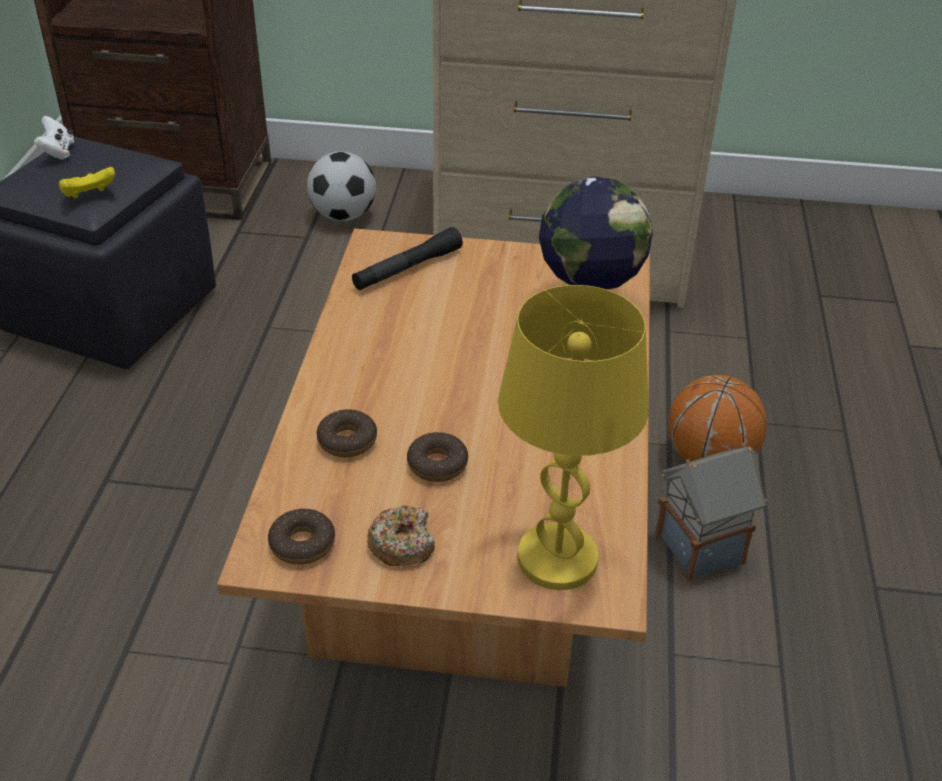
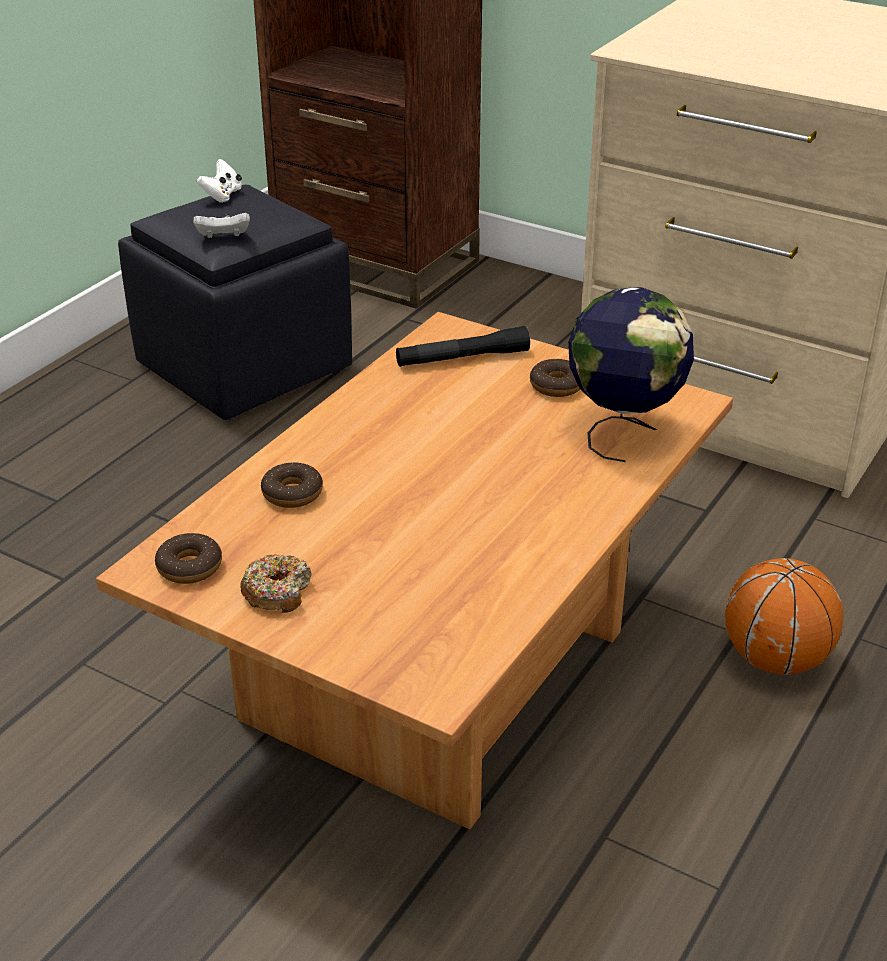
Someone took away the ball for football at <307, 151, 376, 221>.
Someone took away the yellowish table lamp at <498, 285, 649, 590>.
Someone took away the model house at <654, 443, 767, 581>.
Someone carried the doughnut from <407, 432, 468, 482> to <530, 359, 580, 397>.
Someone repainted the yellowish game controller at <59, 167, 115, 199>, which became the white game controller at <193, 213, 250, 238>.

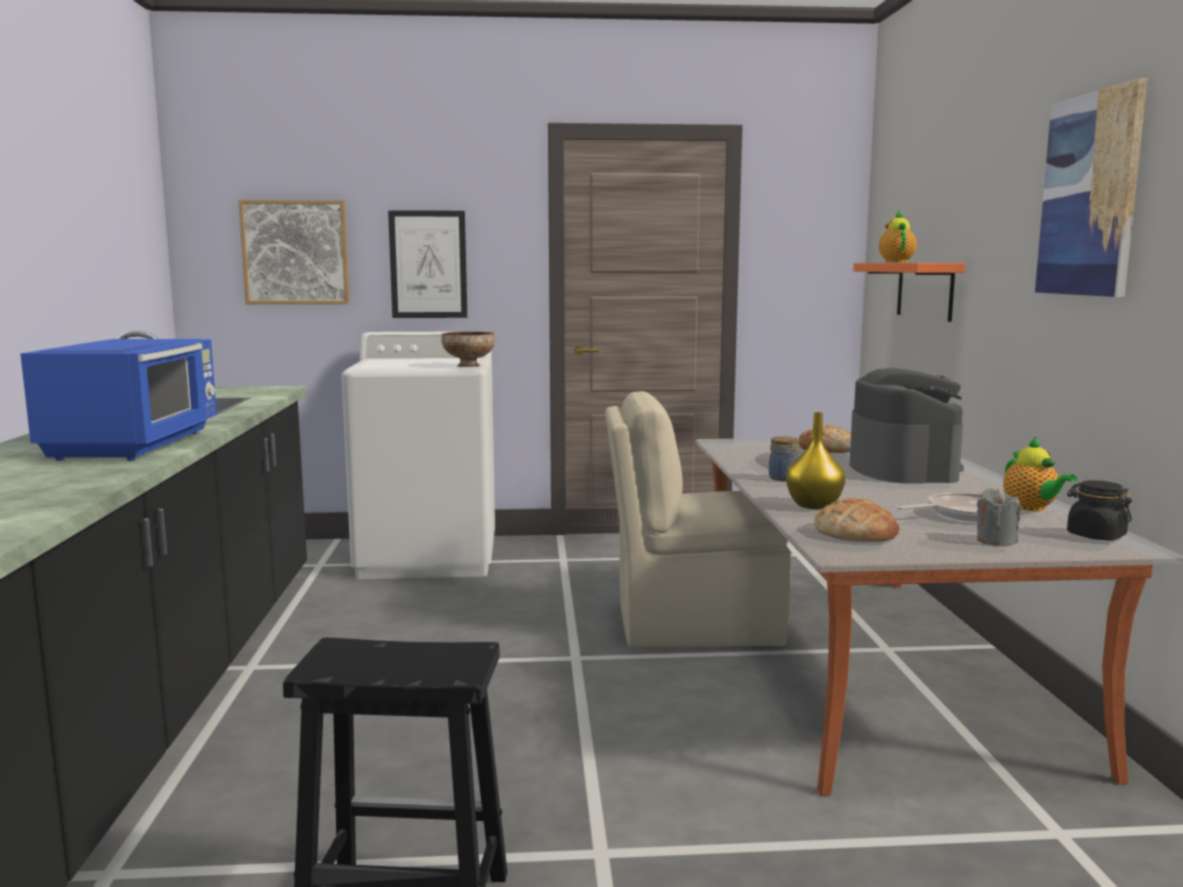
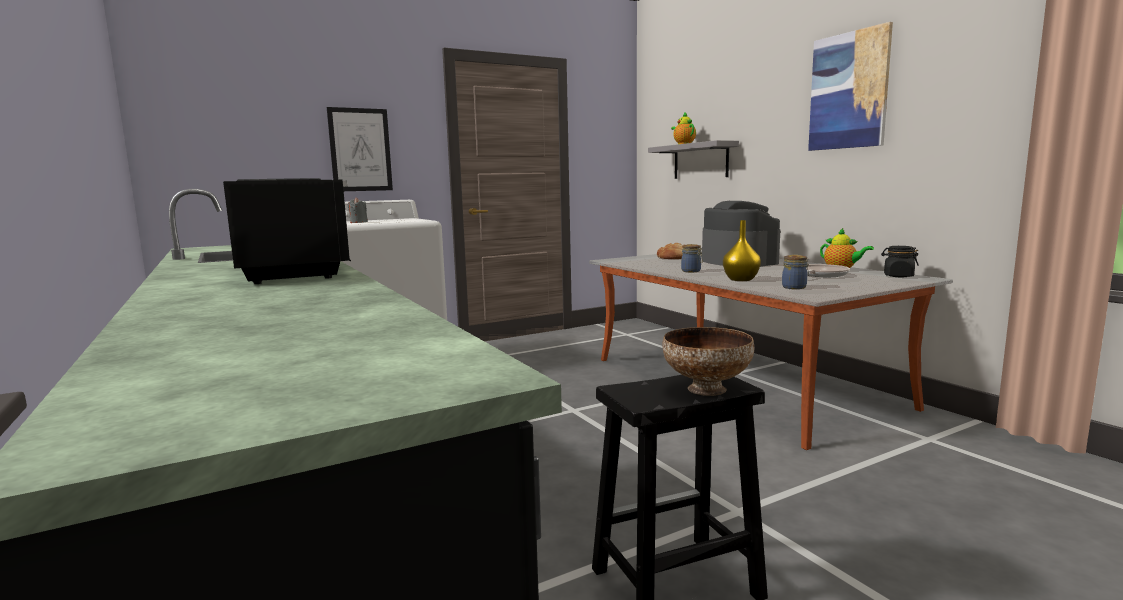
Someone took away the wall picture at <238, 200, 350, 304>.
Someone took away the sand-coloured chair at <605, 391, 791, 647>.
Someone carried the serving bowl from <441, 331, 495, 367> to <662, 327, 754, 396>.
Someone carried the grey wax candle from <977, 488, 1020, 546> to <348, 197, 368, 223>.
Someone swapped the baked bread at <814, 498, 899, 542> for the jar at <782, 255, 809, 289>.
Someone repainted the blue-coloured microwave oven at <20, 339, 217, 461>, which became the black microwave oven at <223, 178, 351, 284>.
Someone repainted the orangey bracket shelf at <853, 263, 965, 322>, which became the grey bracket shelf at <648, 140, 739, 179>.

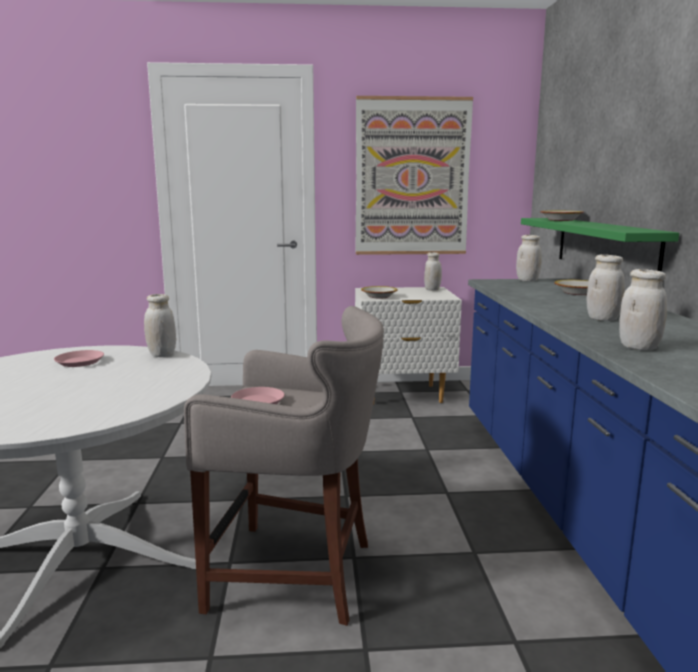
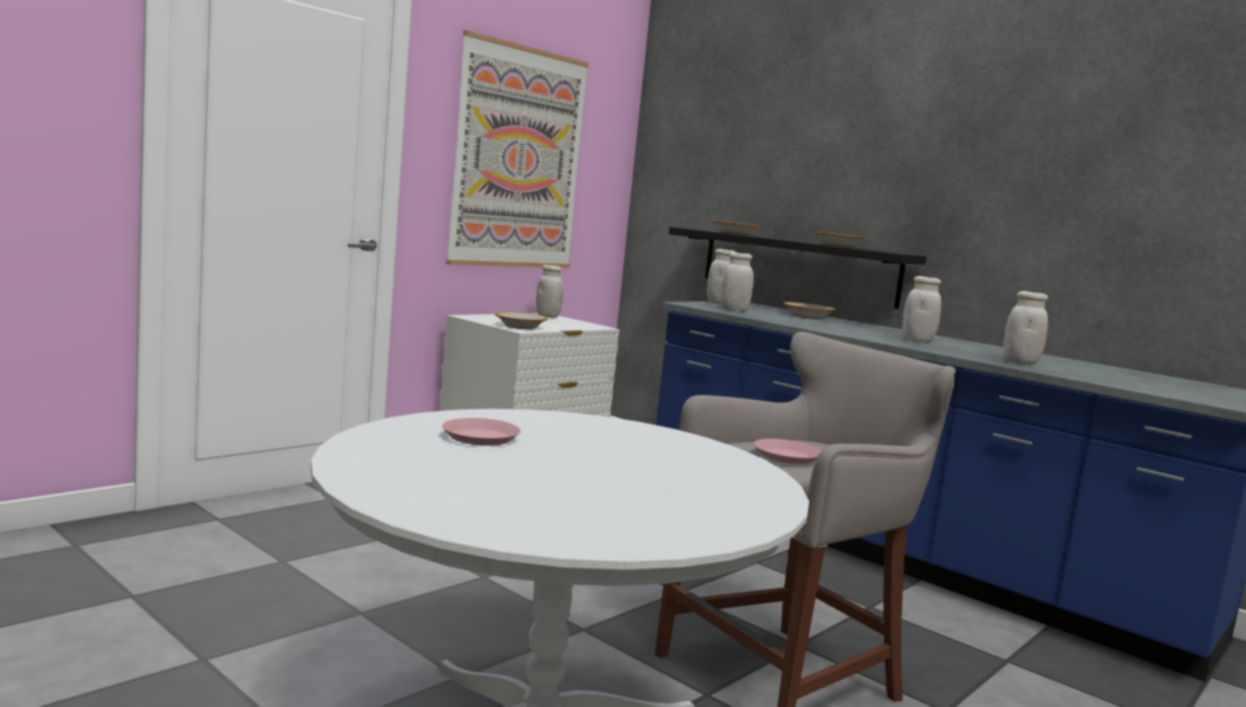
Someone put down the serving bowl at <814, 232, 867, 247>.
Someone carried the white jar from <144, 294, 176, 357> to <721, 252, 754, 311>.
Someone repainted the green-coloured bracket shelf at <521, 218, 679, 272>, which became the black bracket shelf at <669, 227, 927, 309>.

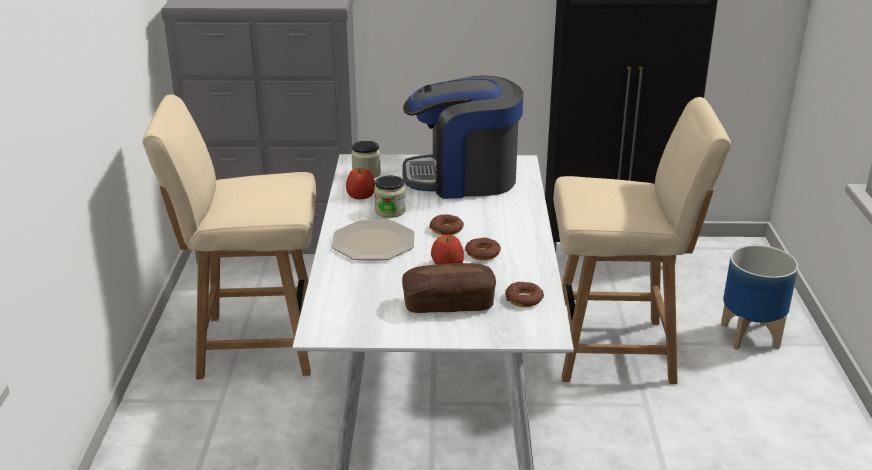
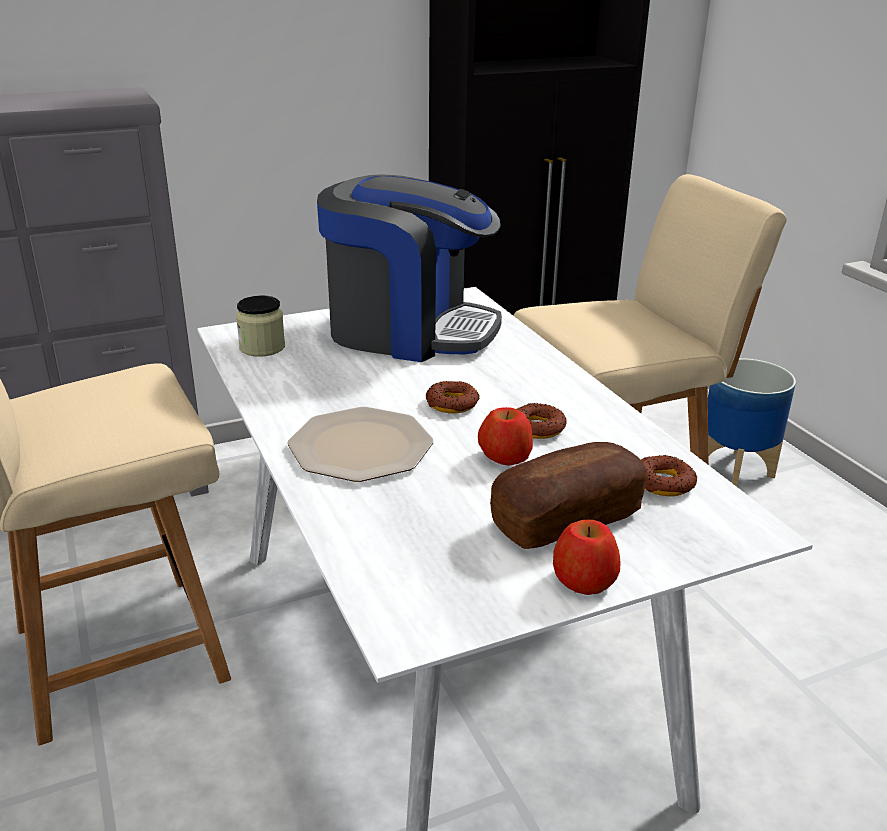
Someone took away the jar at <374, 176, 406, 218>.
Someone carried the apple from <346, 168, 375, 199> to <553, 520, 620, 595>.
Someone rotated the coffee brewer at <402, 76, 523, 199> by 135 degrees counterclockwise.

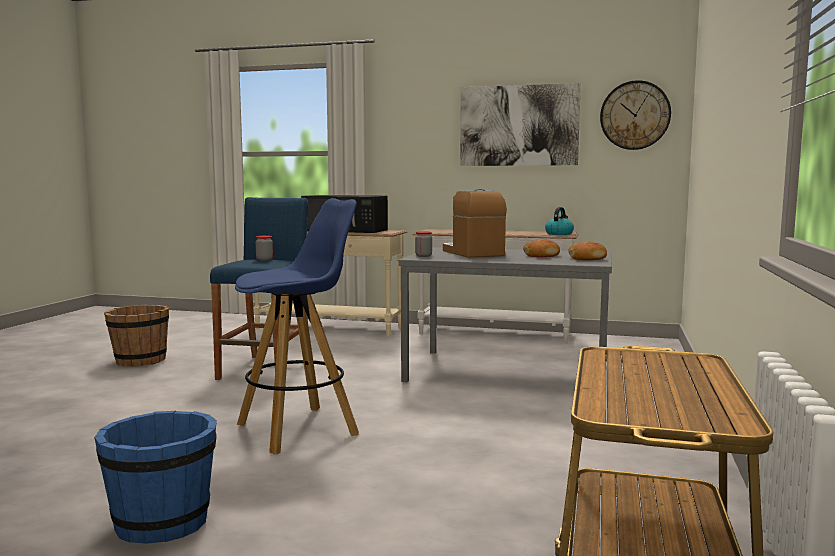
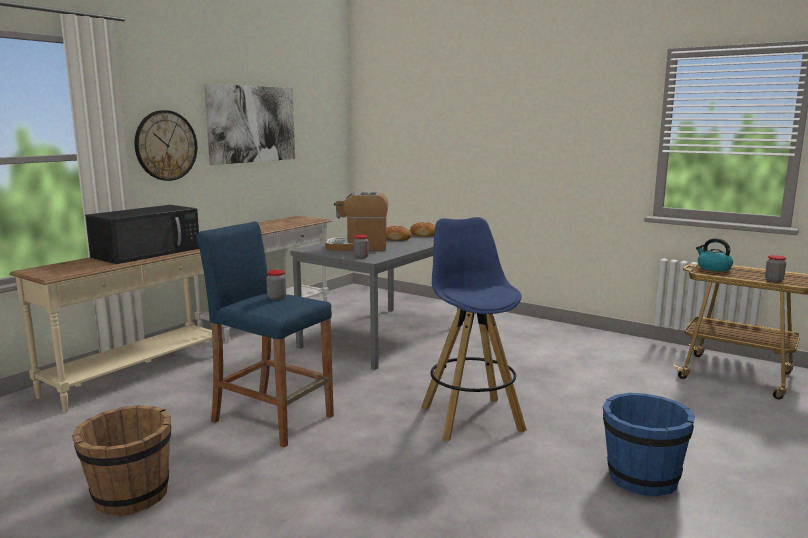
Someone put down the jar at <765, 255, 786, 282>.
Someone carried the tea kettle from <545, 207, 574, 235> to <696, 238, 733, 271>.
Someone carried the hanging clock from <600, 80, 671, 150> to <134, 110, 197, 181>.

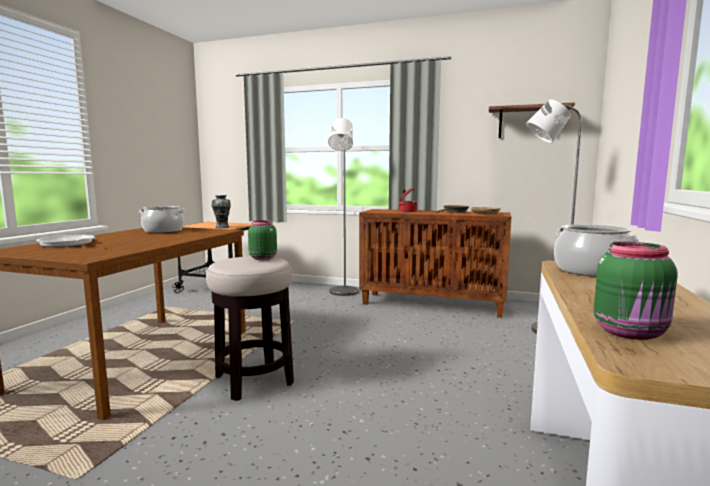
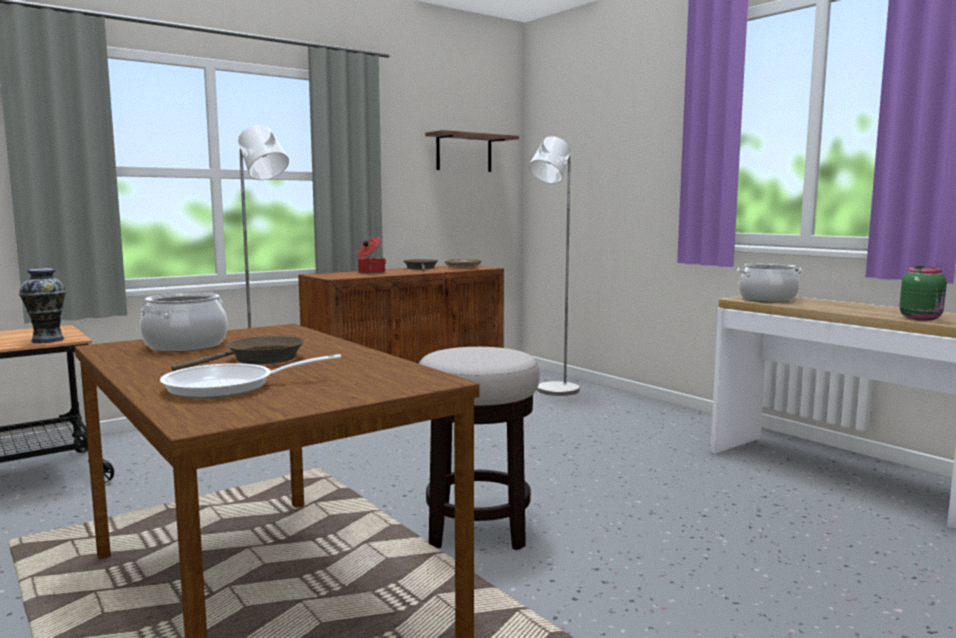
Someone took away the green-coloured jar at <248, 220, 277, 260>.
Someone put down the brown-coloured frying pan at <171, 336, 304, 371>.

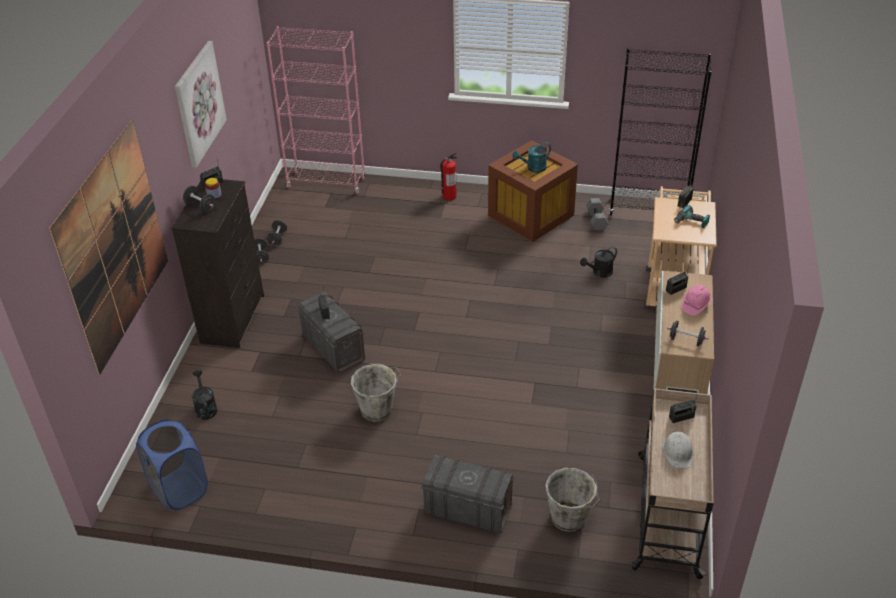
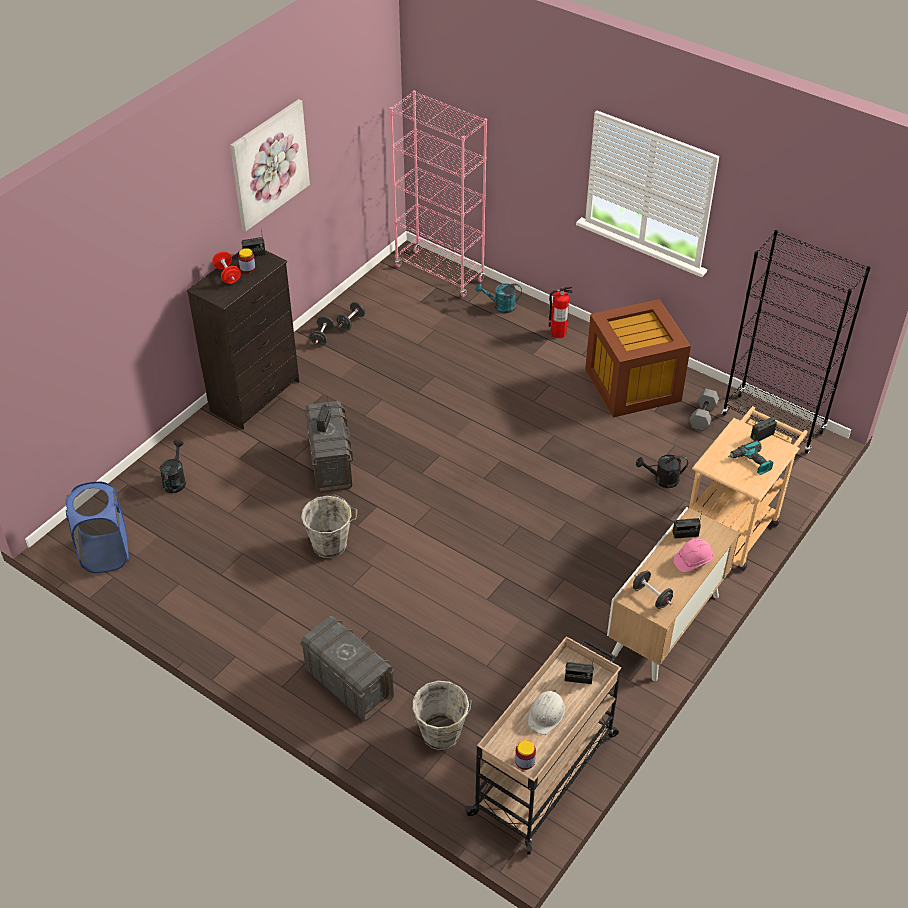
Someone took away the wall picture at <49, 120, 168, 375>.
Someone put down the jar at <515, 740, 536, 770>.
Someone carried the blue-green sprinkling can from <512, 142, 551, 173> to <476, 283, 522, 313>.
Someone repainted the black free weight at <183, 186, 215, 212>, which became the red-coloured free weight at <212, 251, 241, 284>.

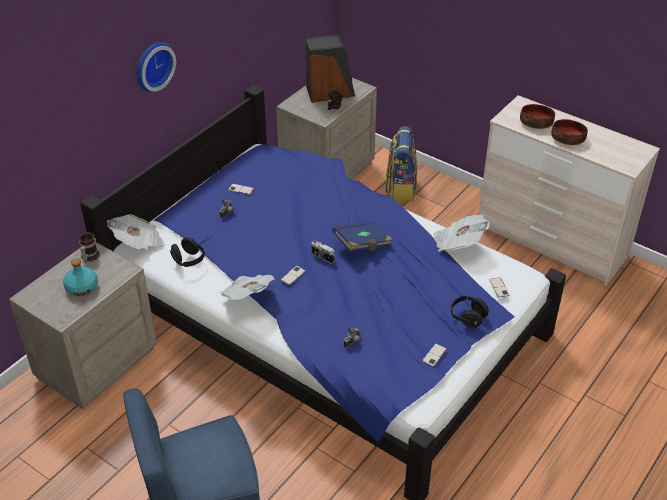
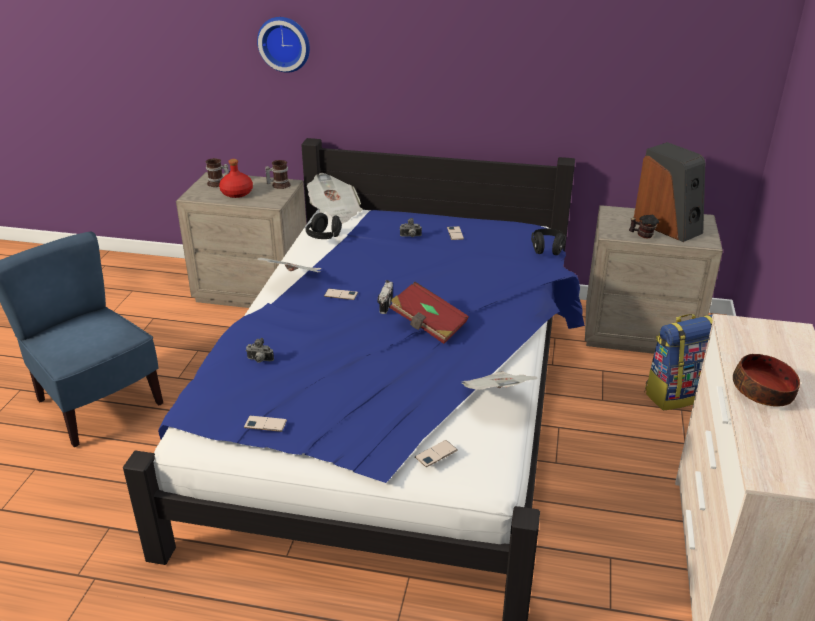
Someone took away the serving bowl at <520, 104, 555, 129>.
Someone put down the mug at <206, 158, 229, 187>.
Someone carried the hanging clock from <137, 42, 176, 92> to <257, 17, 310, 73>.
Someone carried the black headphones from <450, 296, 489, 328> to <531, 229, 566, 255>.
Someone repainted the blue-green beverage bottle at <63, 258, 98, 296>, which became the red-coloured beverage bottle at <219, 159, 253, 198>.
Someone repainted the blue-coloured book at <332, 222, 393, 252>, which became the red-coloured book at <389, 282, 469, 344>.

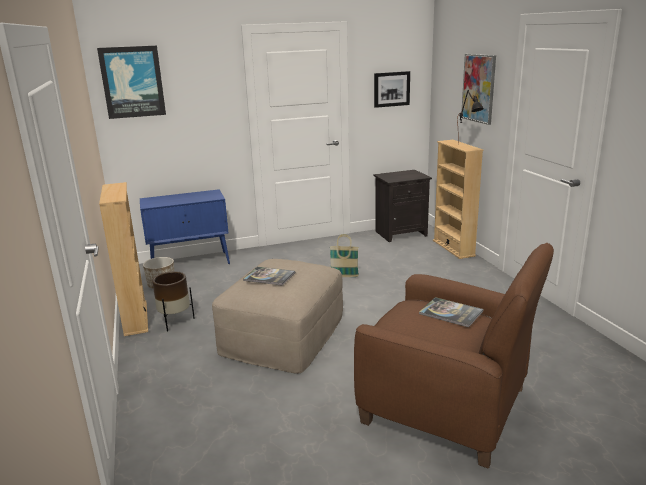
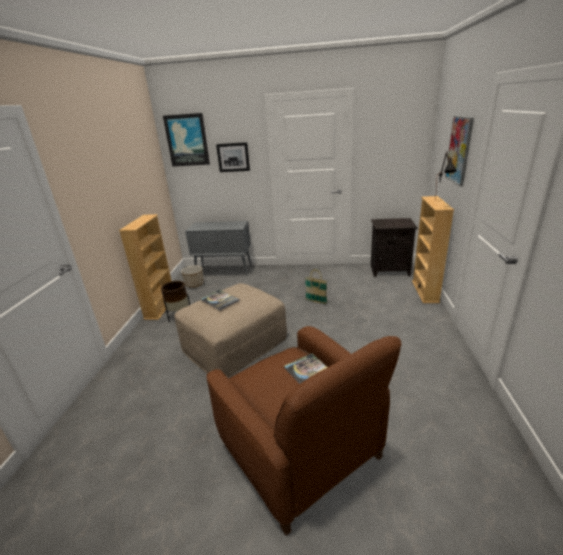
Someone carried the wall picture from <374, 71, 410, 108> to <216, 142, 250, 172>.
Someone repainted the blue-coloured cupboard at <140, 189, 230, 264>, which became the grey cupboard at <185, 221, 252, 276>.

